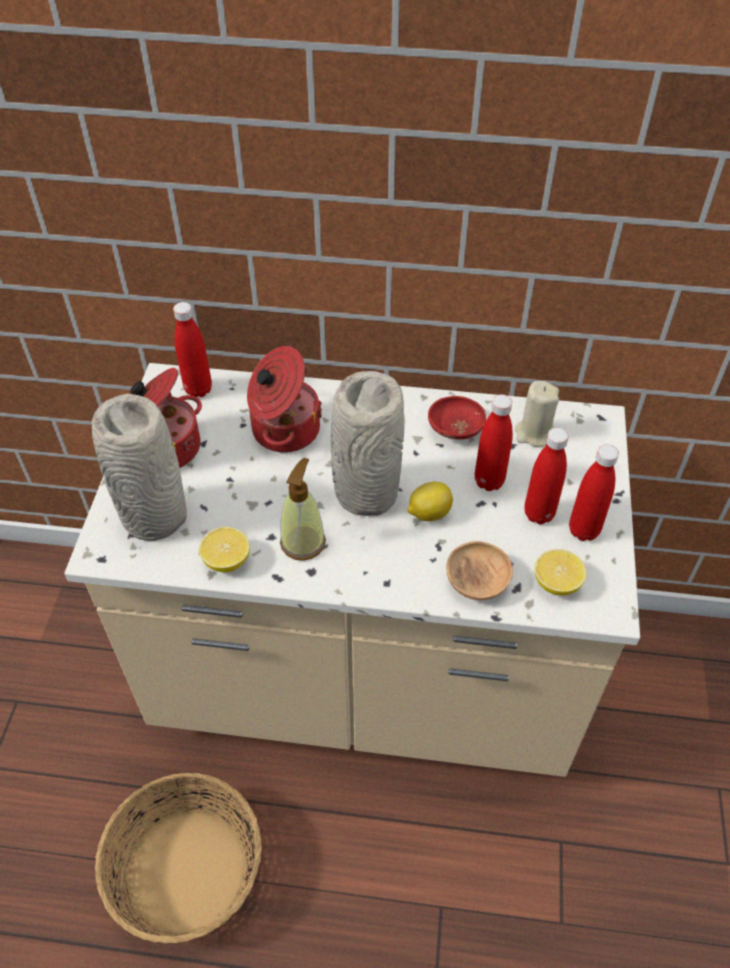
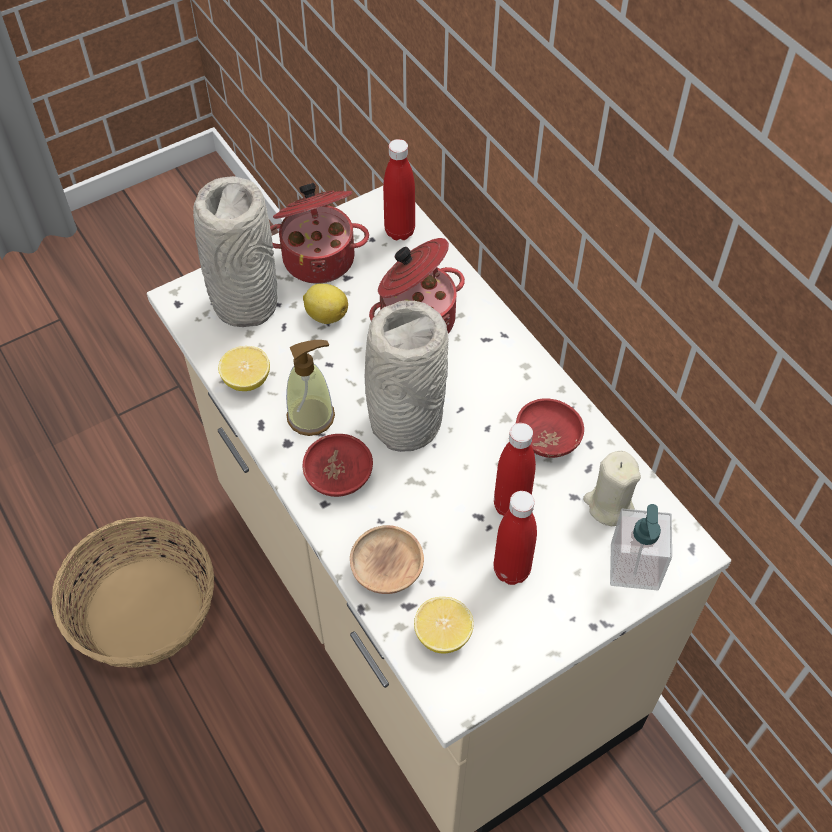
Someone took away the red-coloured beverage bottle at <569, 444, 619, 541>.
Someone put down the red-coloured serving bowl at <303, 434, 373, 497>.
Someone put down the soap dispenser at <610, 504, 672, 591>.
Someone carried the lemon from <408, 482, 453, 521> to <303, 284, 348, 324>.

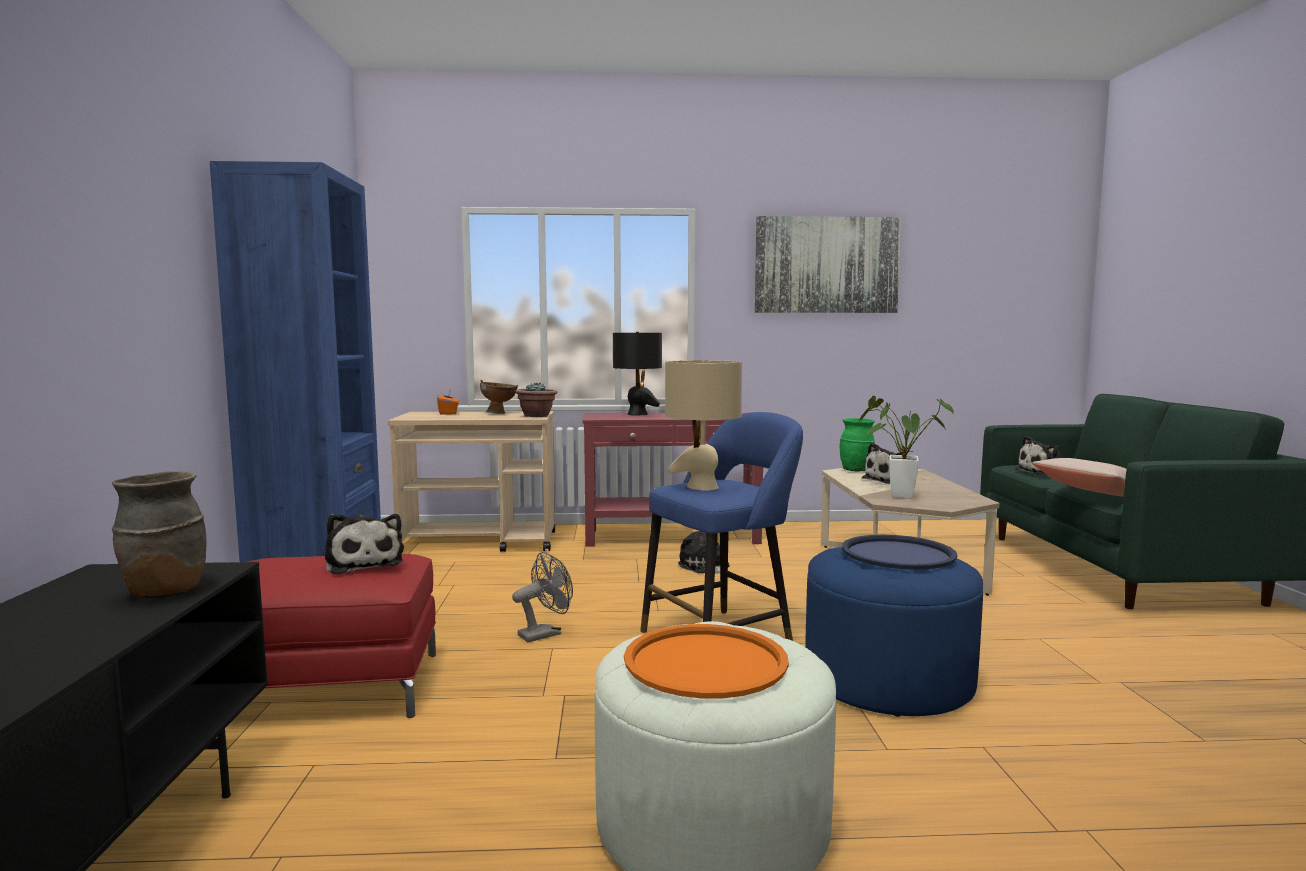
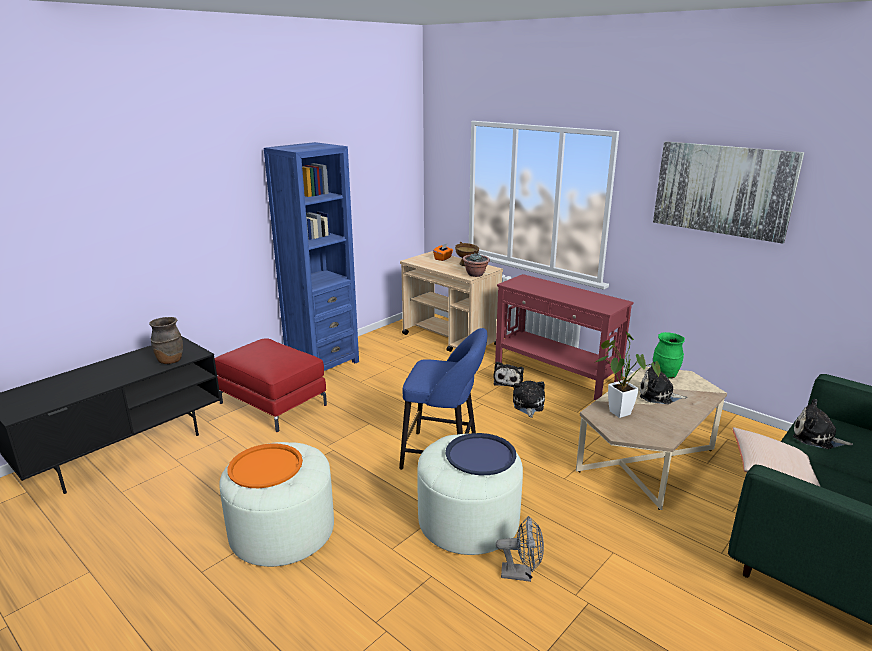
Someone took away the black table lamp at <613, 332, 662, 415>.
Someone took away the sand-coloured table lamp at <665, 360, 742, 491>.
Someone carried the plush toy from <325, 514, 403, 575> to <493, 361, 524, 387>.
Someone carried the grey fan from <512, 552, 573, 642> to <496, 516, 544, 582>.
Someone repainted the blue-coloured footrest at <805, 547, 983, 717>, which became the white footrest at <417, 434, 523, 555>.

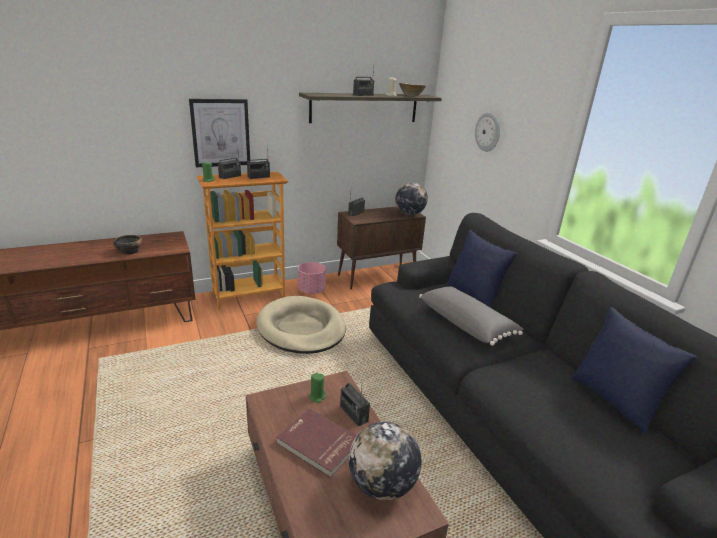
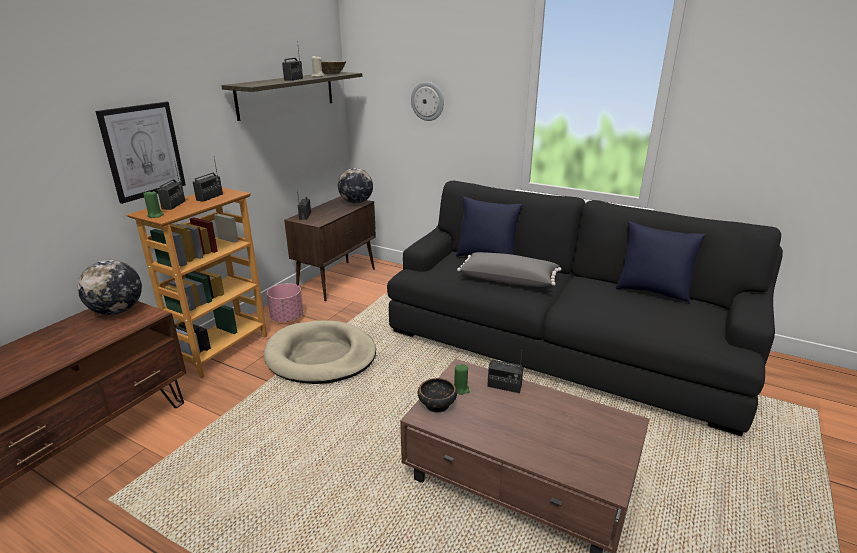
Someone took away the red-coloured book at <276, 409, 357, 478>.
Someone carried the serving bowl from <113, 235, 142, 255> to <418, 378, 457, 412>.
Someone carried the globe from <349, 421, 421, 500> to <78, 260, 142, 315>.

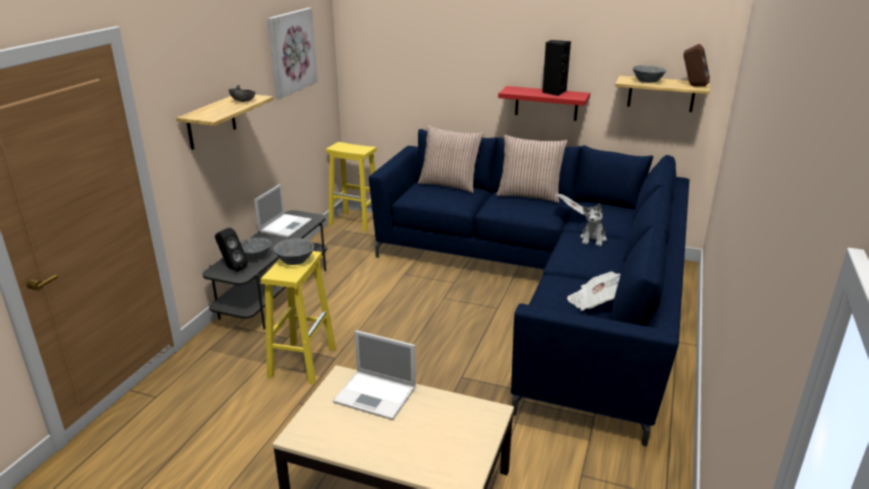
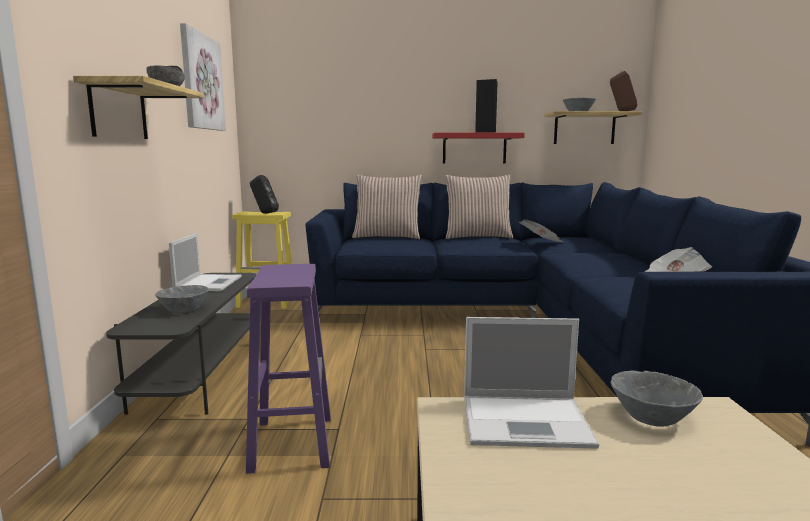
Someone took away the plush toy at <580, 203, 607, 246>.
Someone carried the black speaker from <215, 228, 248, 272> to <250, 175, 279, 214>.
Someone carried the grey serving bowl from <274, 238, 314, 265> to <611, 370, 703, 426>.
Someone repainted the yellowish stool at <261, 251, 336, 384>, which became the purple stool at <246, 264, 331, 474>.

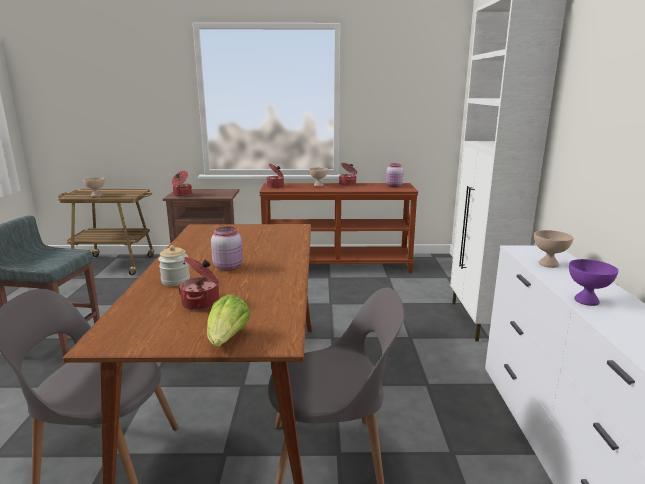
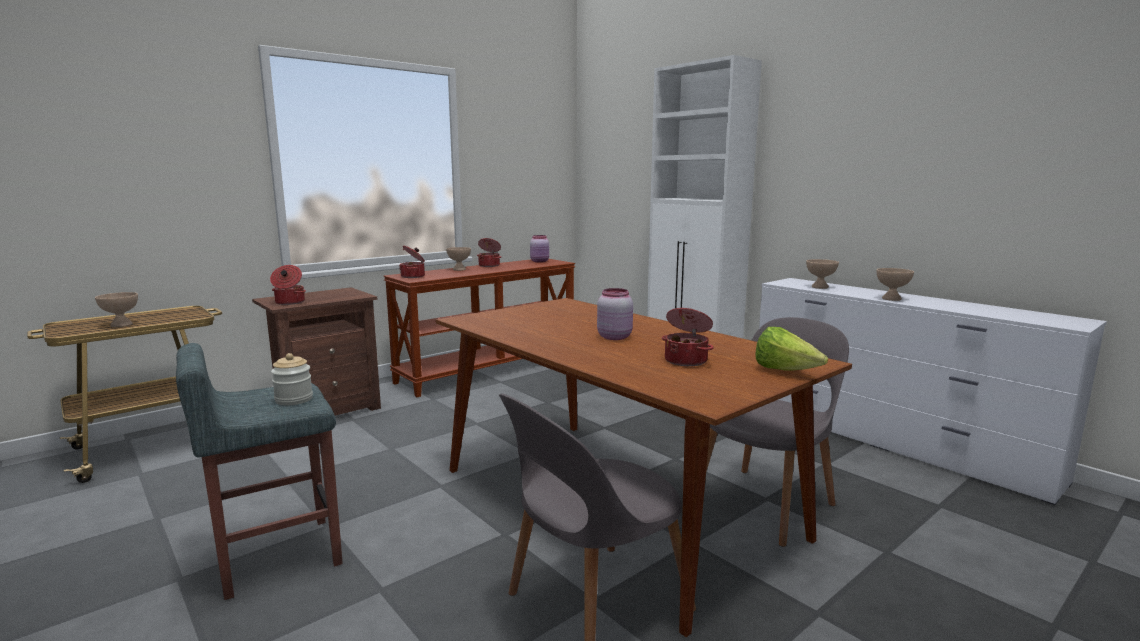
Someone carried the jar from <158, 245, 190, 286> to <271, 353, 313, 406>.
Someone repainted the purple serving bowl at <569, 259, 618, 306>, which became the sand-coloured serving bowl at <877, 268, 914, 301>.

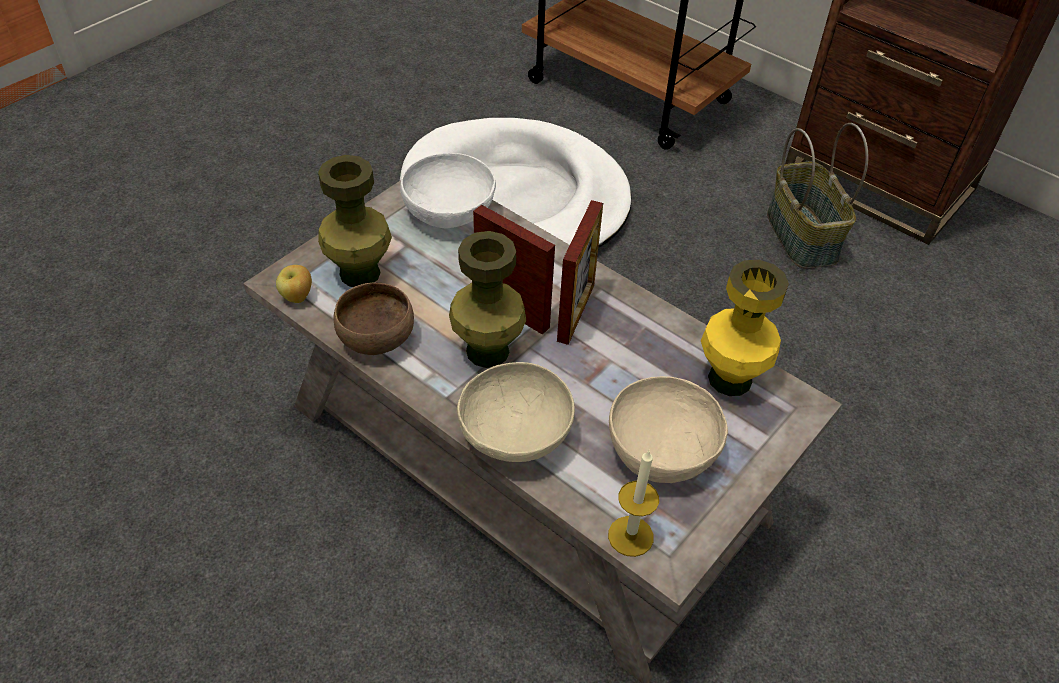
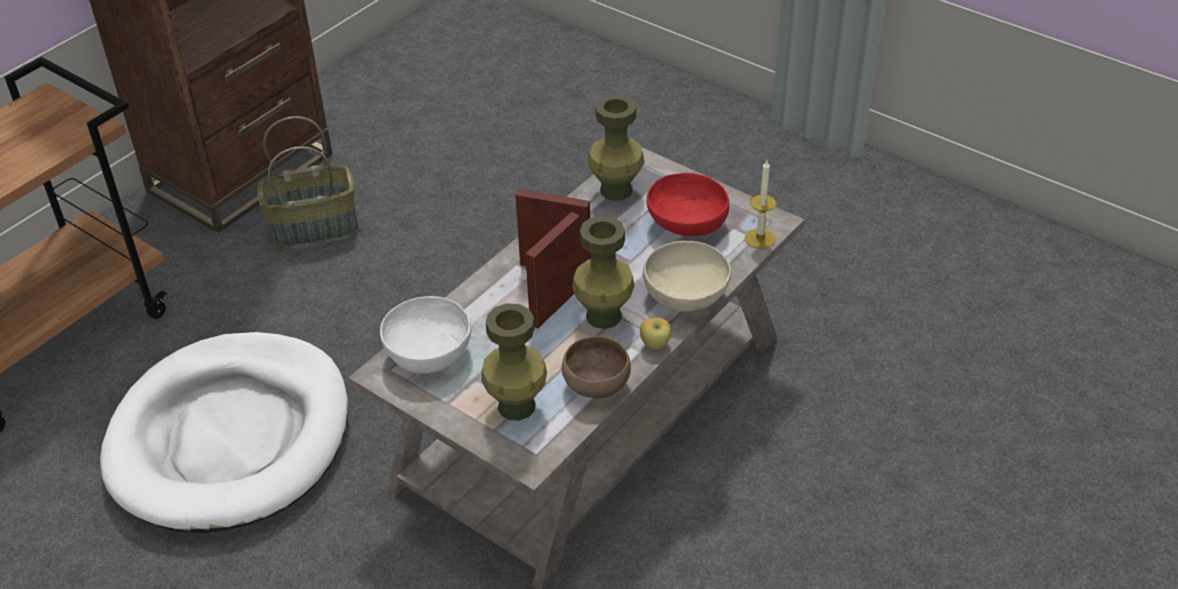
Someone carried the apple from <276, 265, 312, 303> to <640, 317, 671, 350>.
Someone repainted the sand-coloured serving bowl at <609, 376, 728, 483>, which became the red-coloured serving bowl at <646, 173, 729, 236>.
Someone repainted the yellowish decorative vase at <701, 260, 789, 396>, which became the green-coloured decorative vase at <588, 94, 645, 201>.

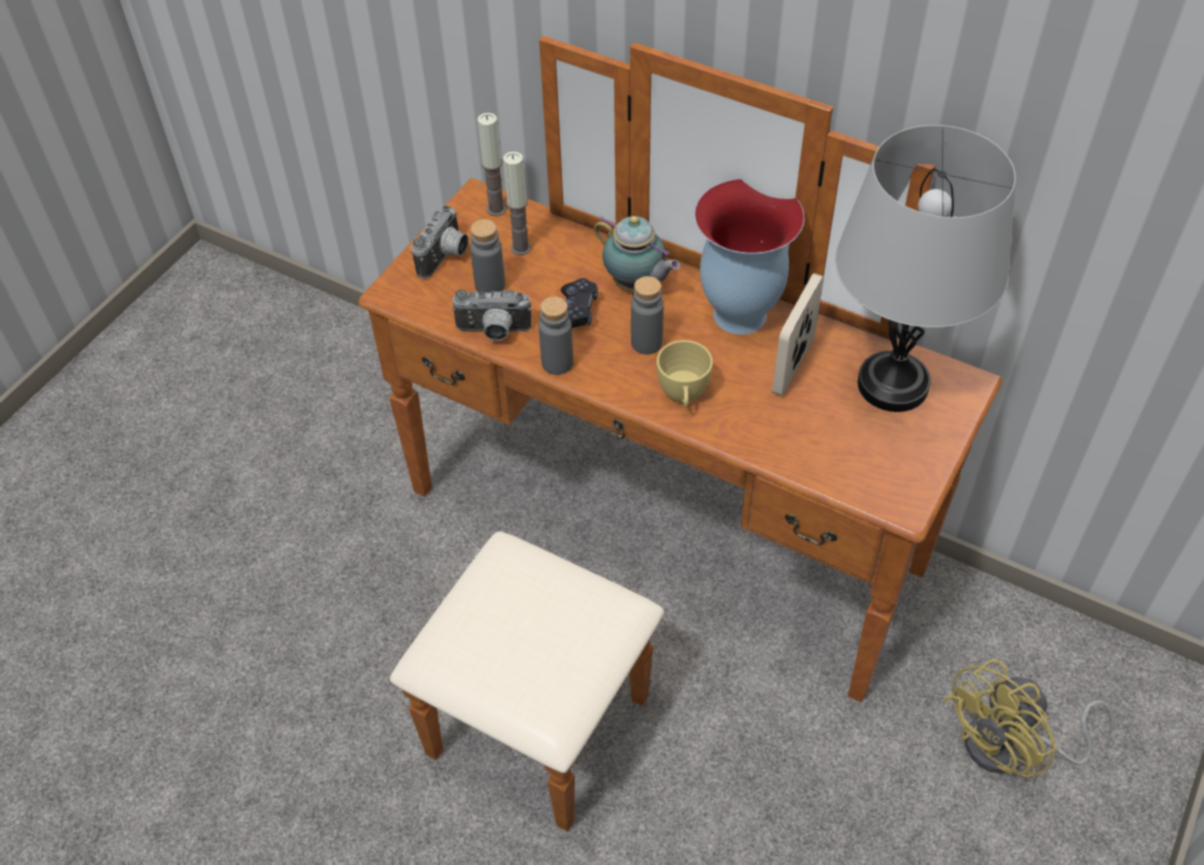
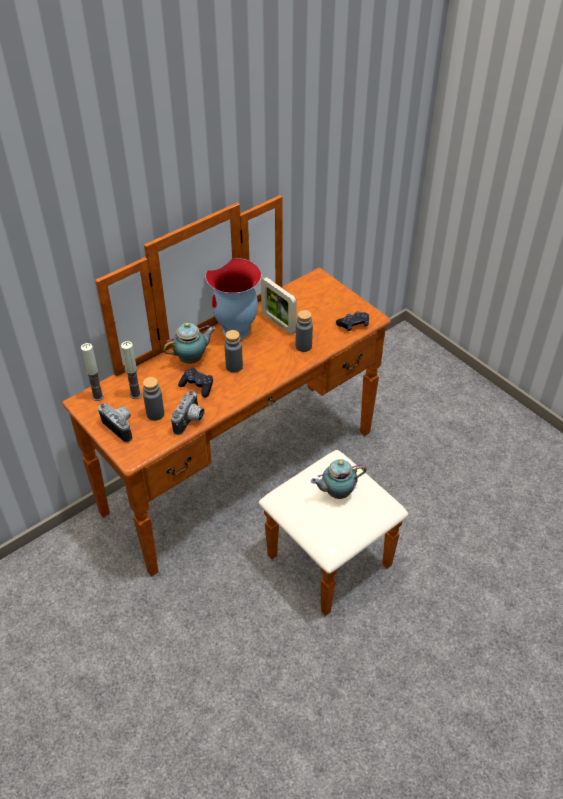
Someone took away the yellowish small cup at <657, 340, 713, 407>.
Someone took away the grey table lamp at <835, 125, 1016, 412>.
Someone took away the yellowish fan at <942, 659, 1115, 777>.
Someone put down the teapot at <311, 459, 367, 499>.
Someone put down the black game controller at <336, 311, 369, 331>.
Someone carried the grey beverage bottle from <539, 296, 573, 375> to <296, 310, 313, 352>.

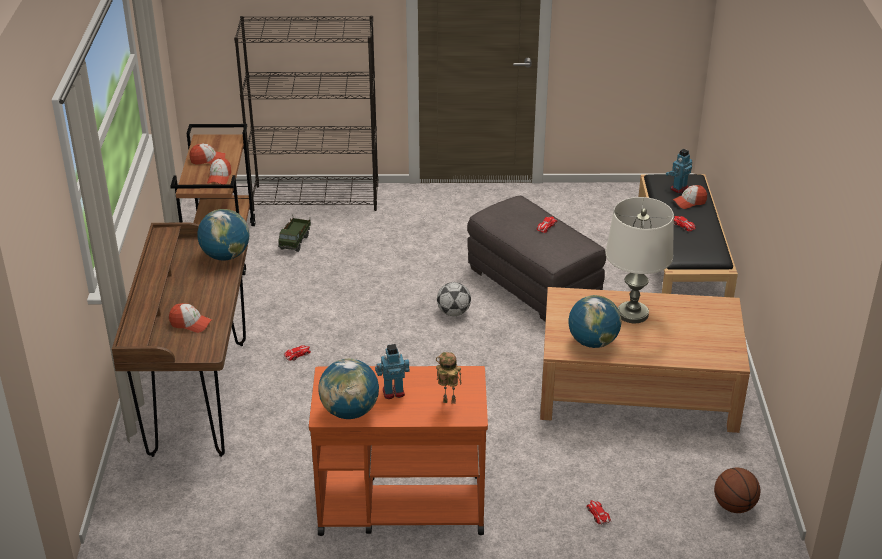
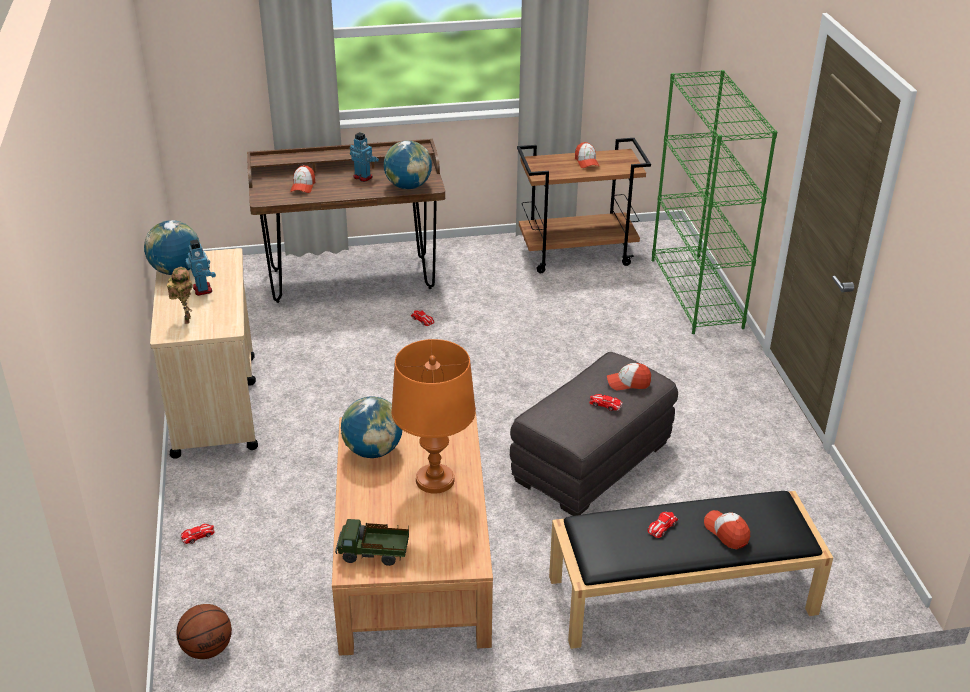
Someone took away the ball for football at <437, 282, 471, 316>.
Someone carried the peaked cap from <207, 157, 231, 185> to <607, 363, 651, 390>.
Someone carried the toy truck from <278, 218, 311, 252> to <335, 519, 409, 566>.
Someone carried the robot figure from <666, 149, 692, 193> to <350, 132, 379, 182>.
Someone repainted the black shelving unit at <234, 16, 378, 211>, which became the green-coloured shelving unit at <652, 70, 777, 334>.
Someone repainted the orangey wheeled cart at <309, 366, 488, 536>, which became the sand-coloured wheeled cart at <150, 248, 258, 459>.
Someone repainted the white table lamp at <605, 197, 674, 323>, which became the orangey table lamp at <391, 339, 476, 494>.

